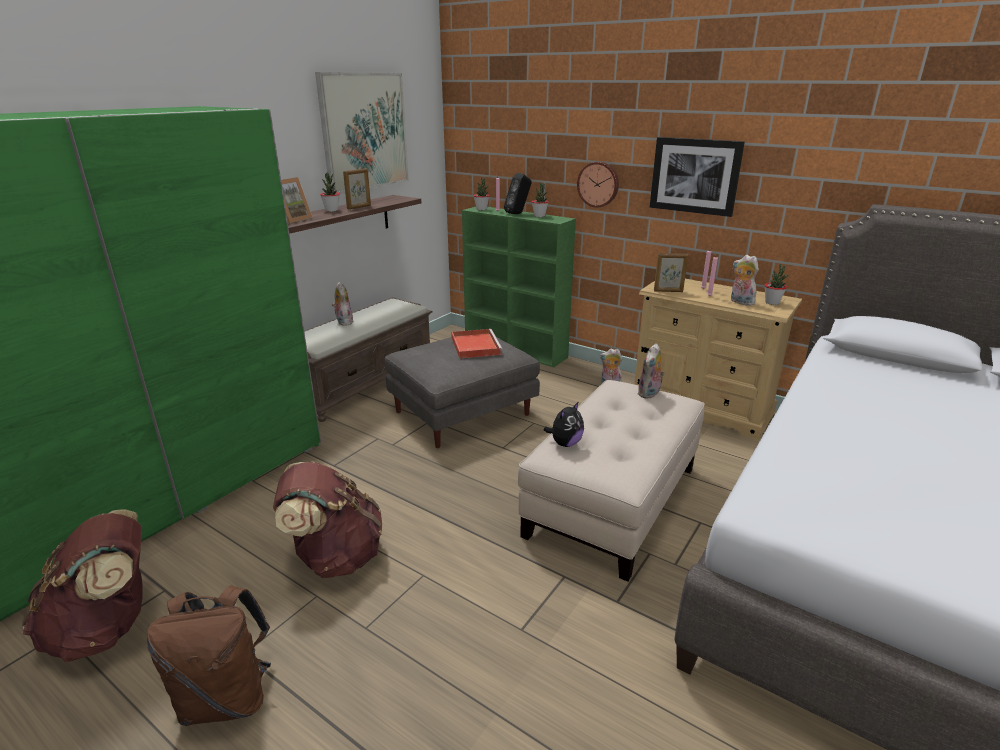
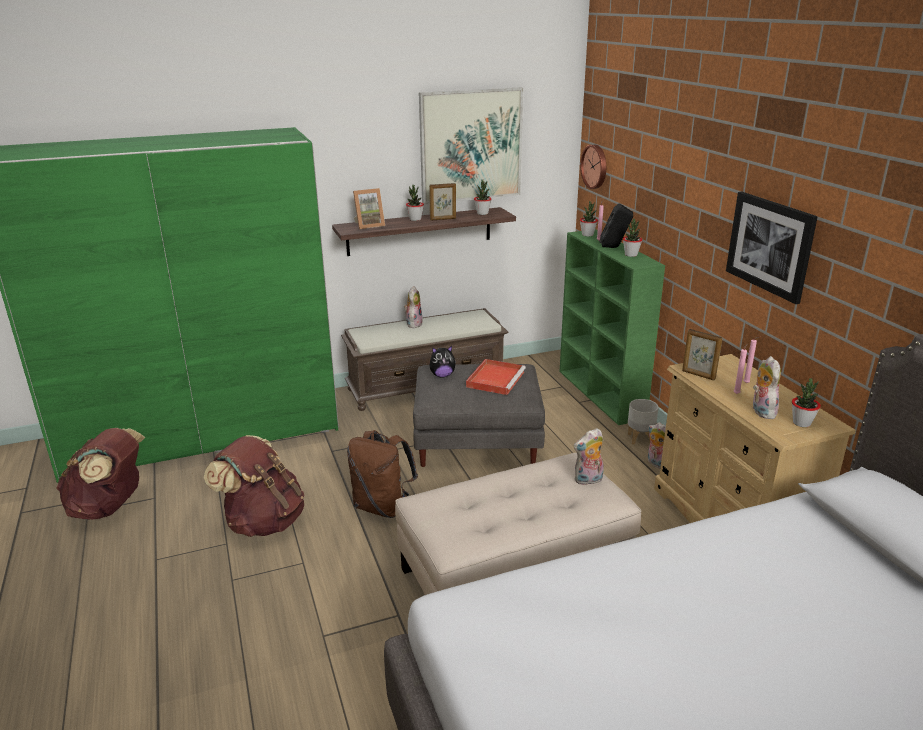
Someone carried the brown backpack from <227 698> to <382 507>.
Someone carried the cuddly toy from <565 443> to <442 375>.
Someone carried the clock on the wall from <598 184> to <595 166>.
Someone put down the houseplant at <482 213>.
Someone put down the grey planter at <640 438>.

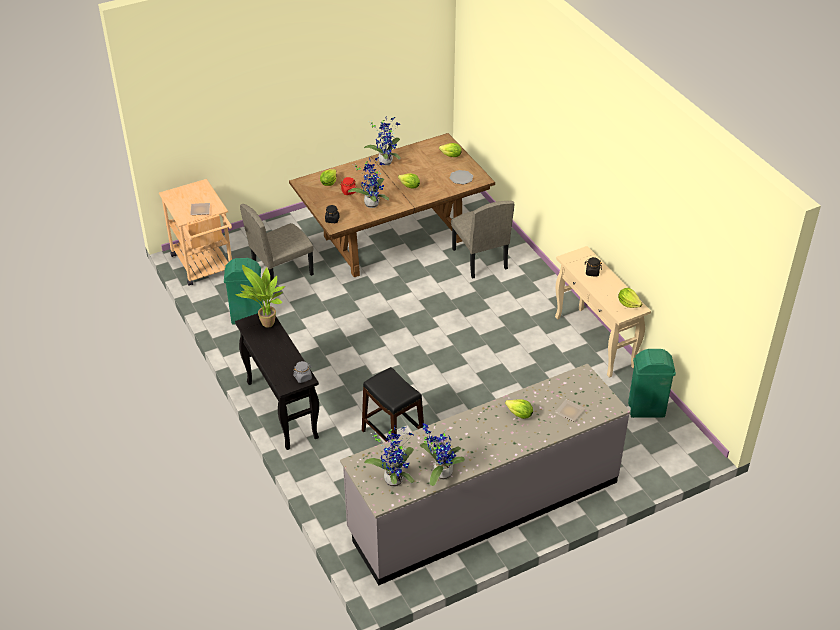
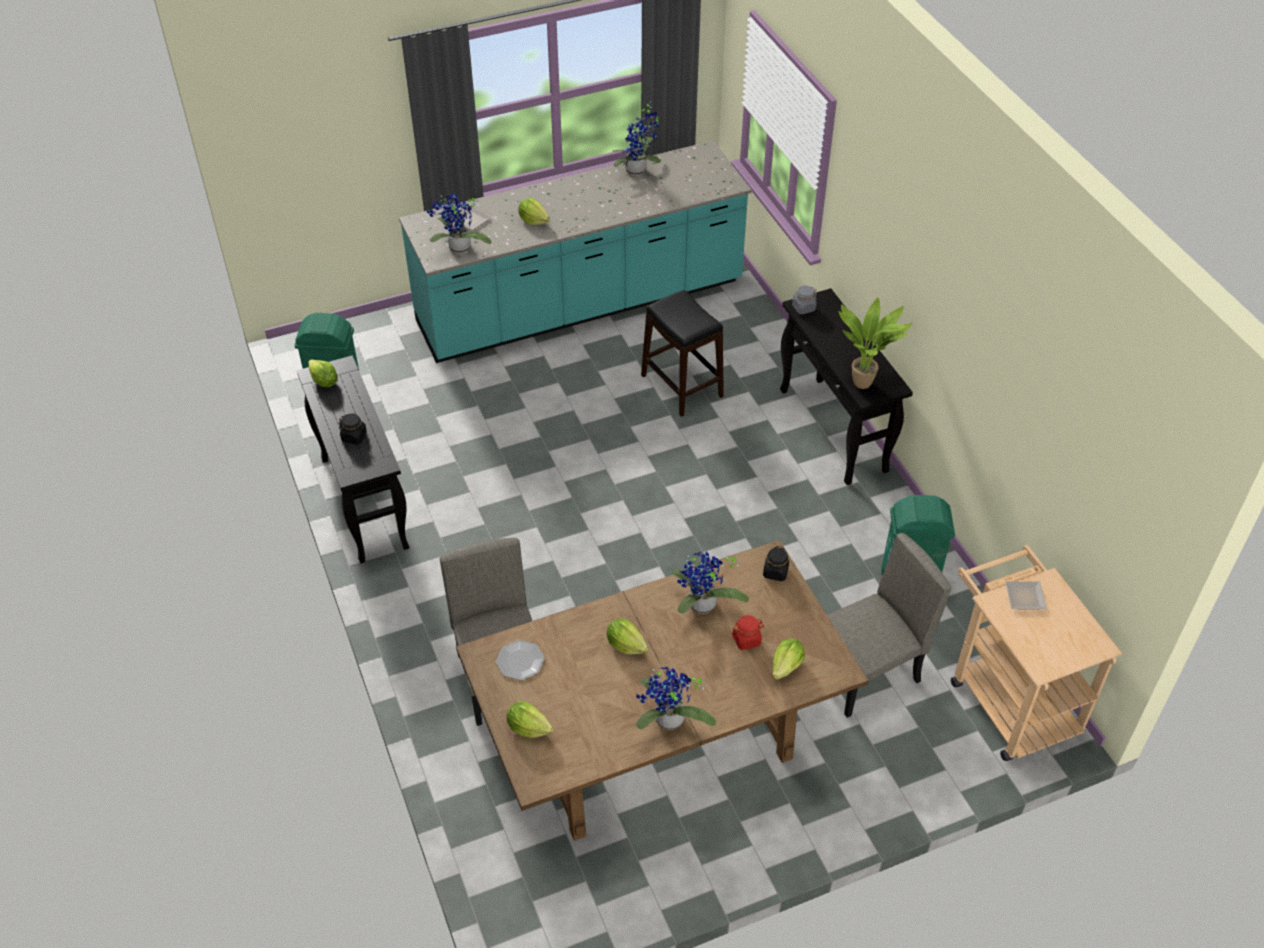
Someone repainted the grey kitchen counter at <484 506>, which became the blue-green kitchen counter at <580 305>.
Someone carried the houseplant from <394 478> to <458 250>.
Someone repainted the beige-coloured console table at <595 342>, which became the blackish console table at <363 502>.

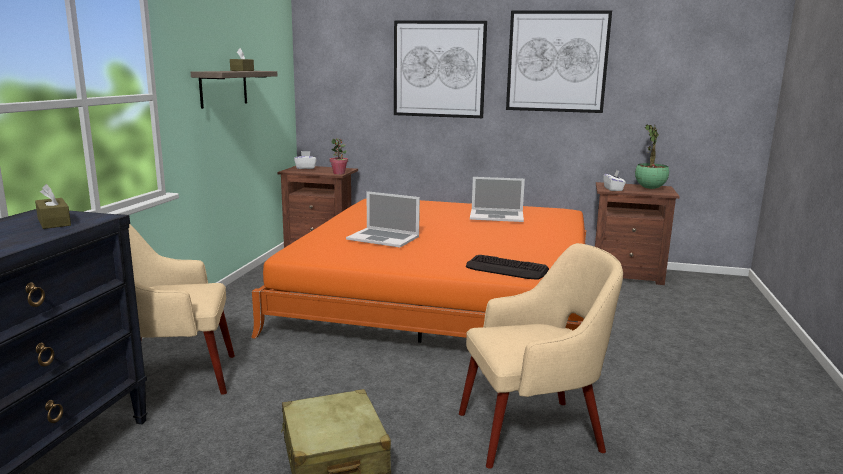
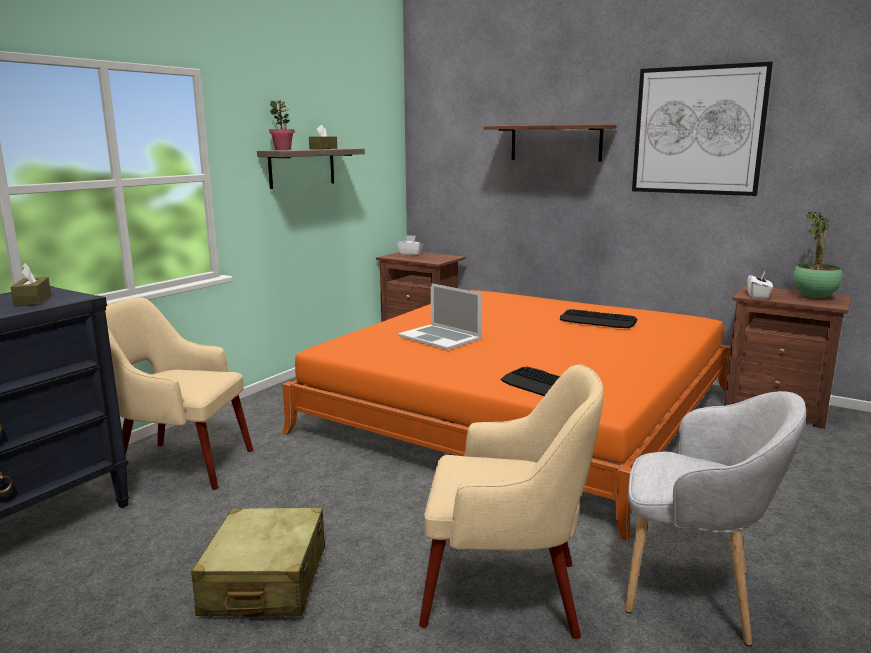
Someone carried the houseplant from <339 173> to <283 150>.
Someone swapped the picture at <439 69> for the brown bracket shelf at <555 143>.
Someone swapped the laptop at <496 216> for the computer keyboard at <597 320>.
Someone put down the grey lounge chair at <695 595>.

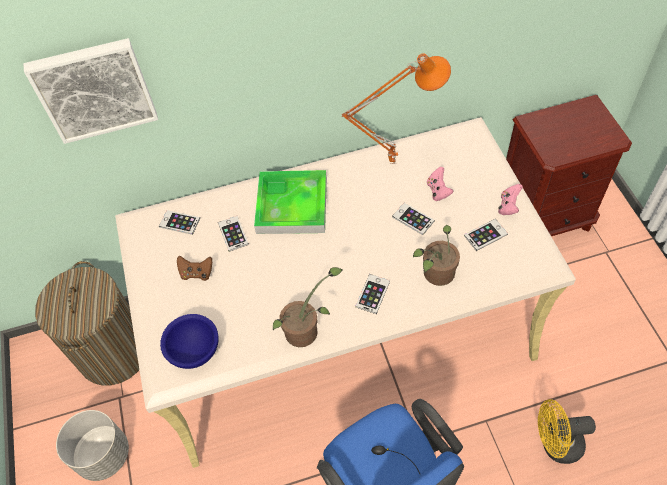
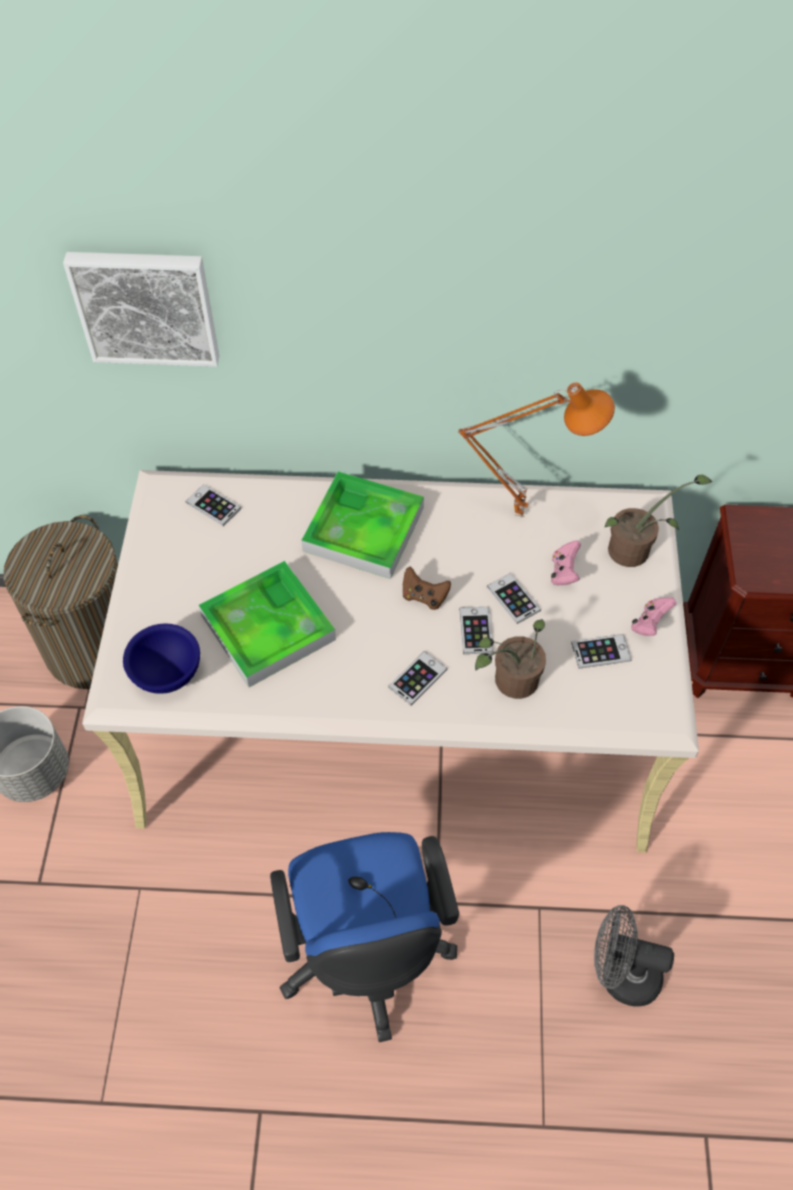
Someone carried the brown gamepad from <197 273> to <424 597>.
Someone carried the phone from <233 234> to <476 631>.
Someone carried the houseplant from <306 331> to <635 551>.
Someone repainted the yellow-coloured electric fan at <555 445>, which became the grey electric fan at <620 974>.
Someone put down the carrying tray at <268 627>.

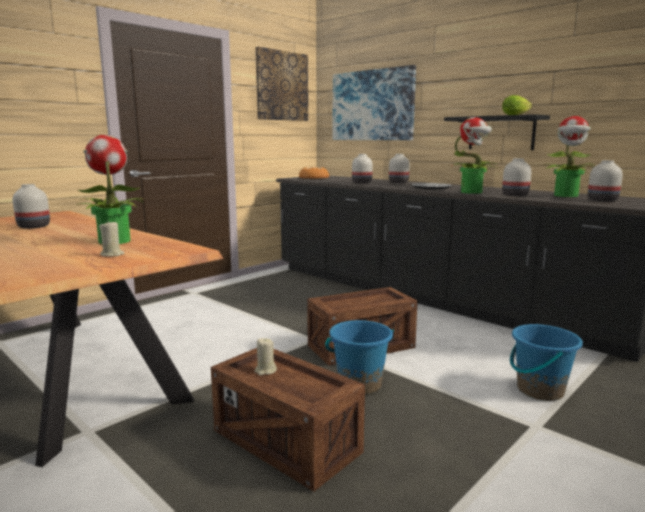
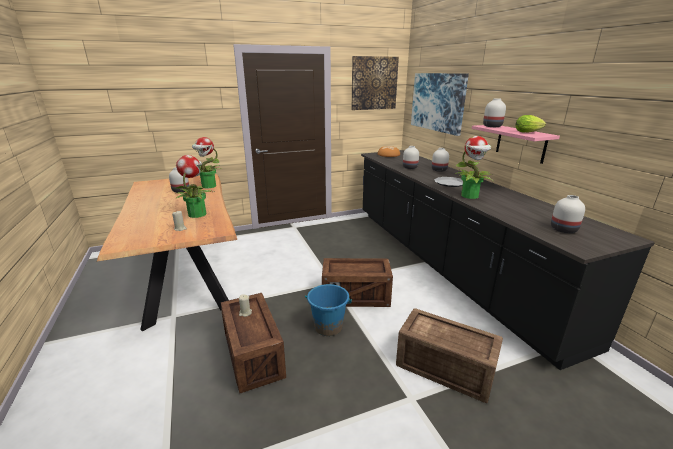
Someone repainted the blackish bracket shelf at <501 133>, which became the pink-coloured bracket shelf at <520 143>.
Someone carried the white vase from <514 195> to <491 126>.
Someone swapped the blue-coloured pail at <539 390> for the packing crate at <445 370>.
Someone carried the houseplant from <566 195> to <208 186>.

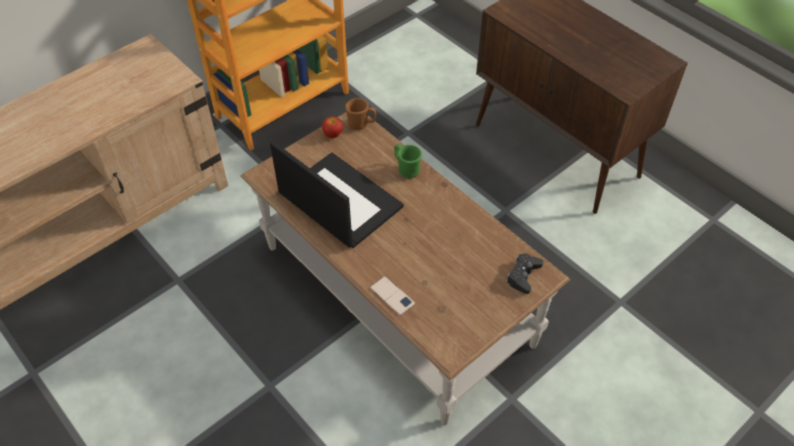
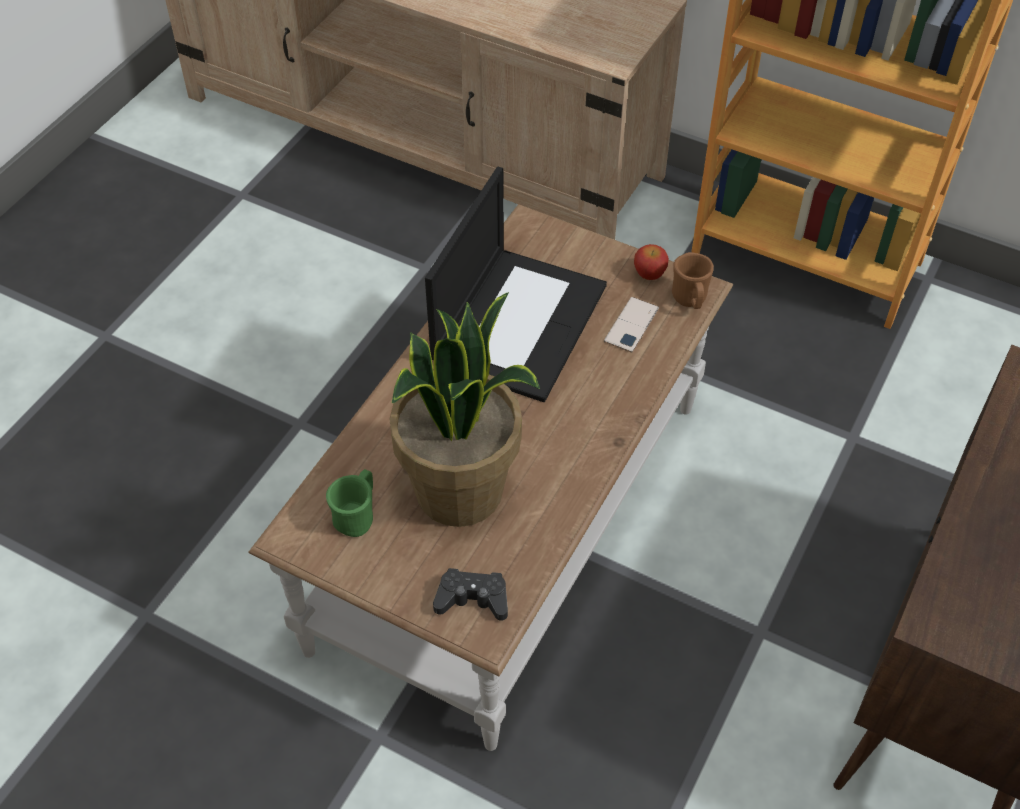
Someone carried the phone from <392 296> to <631 325>.
Someone carried the green-coloured coffee mug from <406 169> to <357 516>.
Someone put down the houseplant at <461 492>.

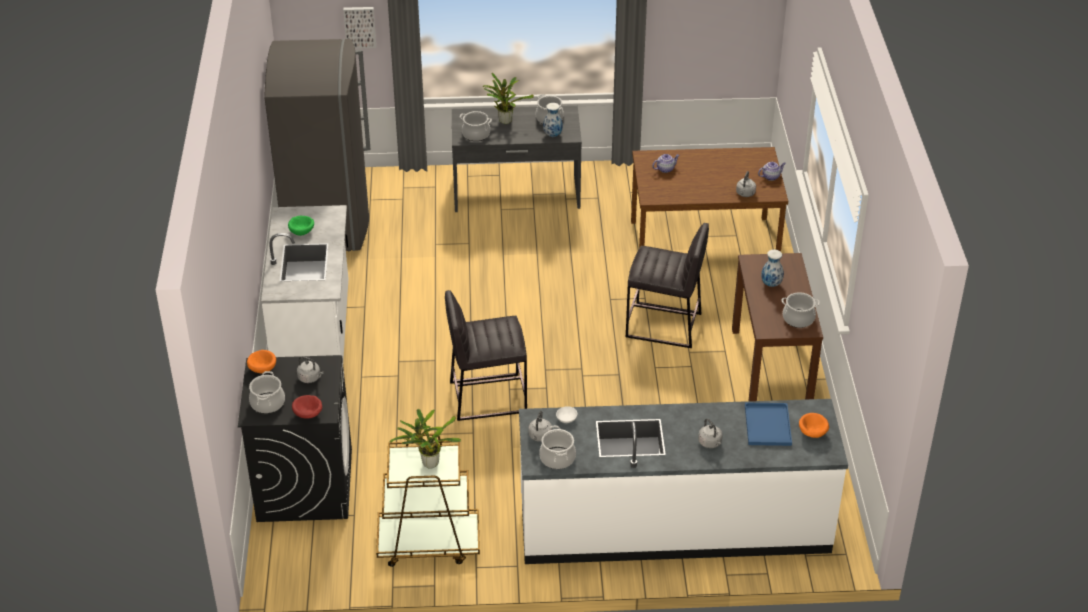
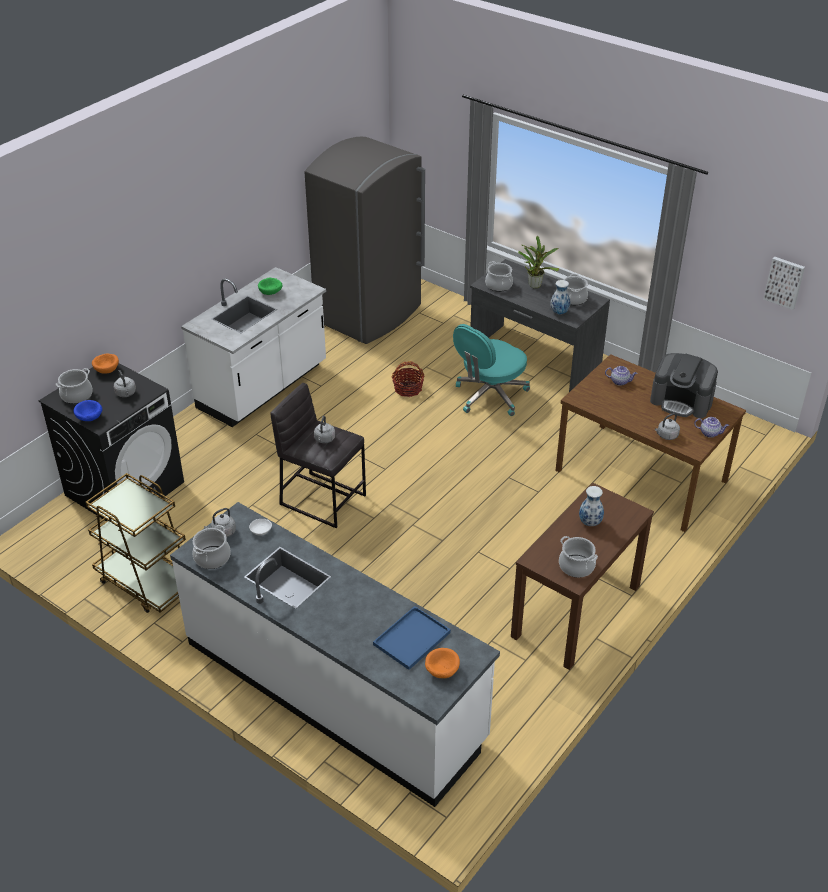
Someone repainted the red-coloured serving bowl at <308 414>, which became the blue-coloured serving bowl at <89 418>.
Someone carried the picture from <360 26> to <784 282>.
Someone took away the houseplant at <428 463>.
Someone took away the grey stool at <664 326>.
Someone carried the grey kettle from <710 443> to <324 439>.
Someone put down the household basket at <408 389>.
Someone put down the blue-green computer chair at <490 396>.
Someone put down the coffee machine at <681 401>.

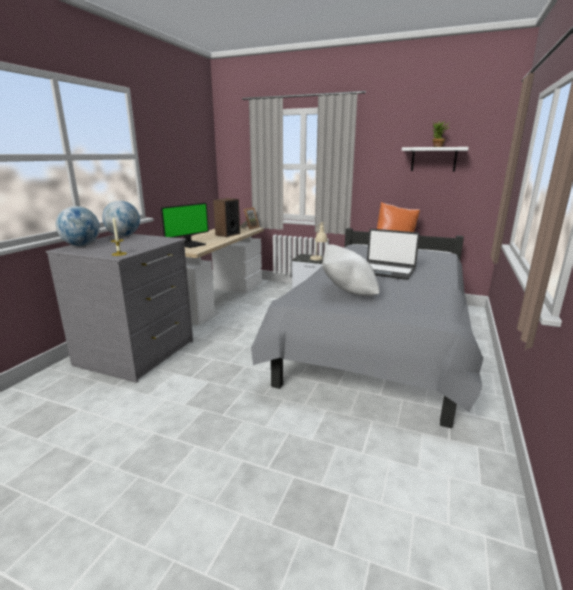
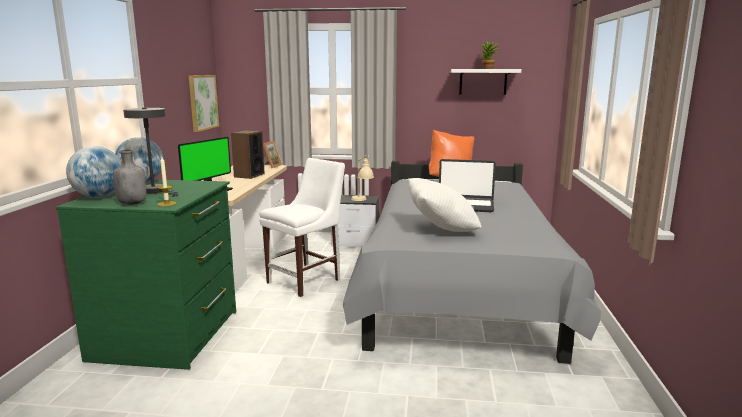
Someone repainted the grey drawer chest at <137 353>, which became the green-coloured drawer chest at <168 335>.
Someone put down the grey bottle at <132 203>.
Someone put down the grey tabletop lamp at <156 191>.
Someone put up the picture at <202 102>.
Someone put down the white plain chair at <307 280>.

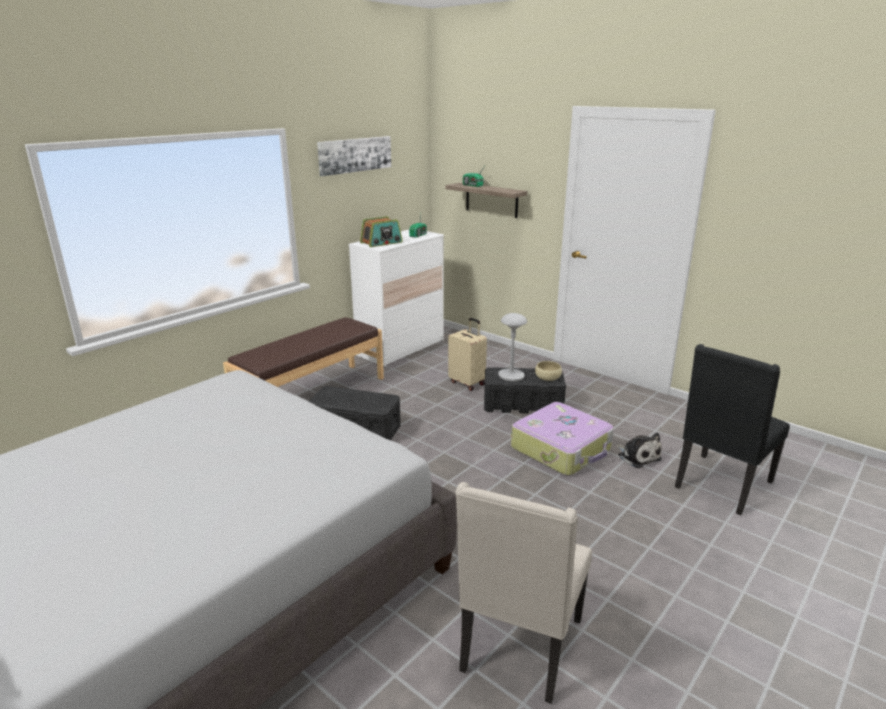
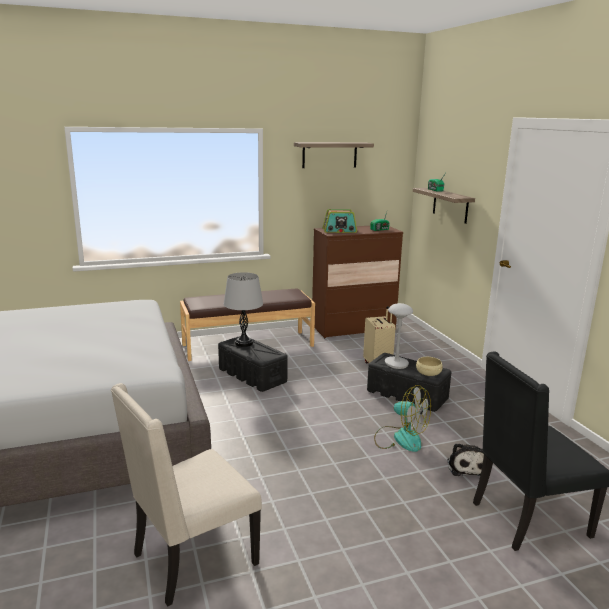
Someone swapped the picture at <354 155> for the bracket shelf at <329 155>.
Someone repainted the white drawer chest at <400 348>, which became the brown drawer chest at <353 328>.
Someone swapped the travel case at <562 449> for the electric fan at <400 438>.
Someone put down the grey tabletop lamp at <244 343>.

